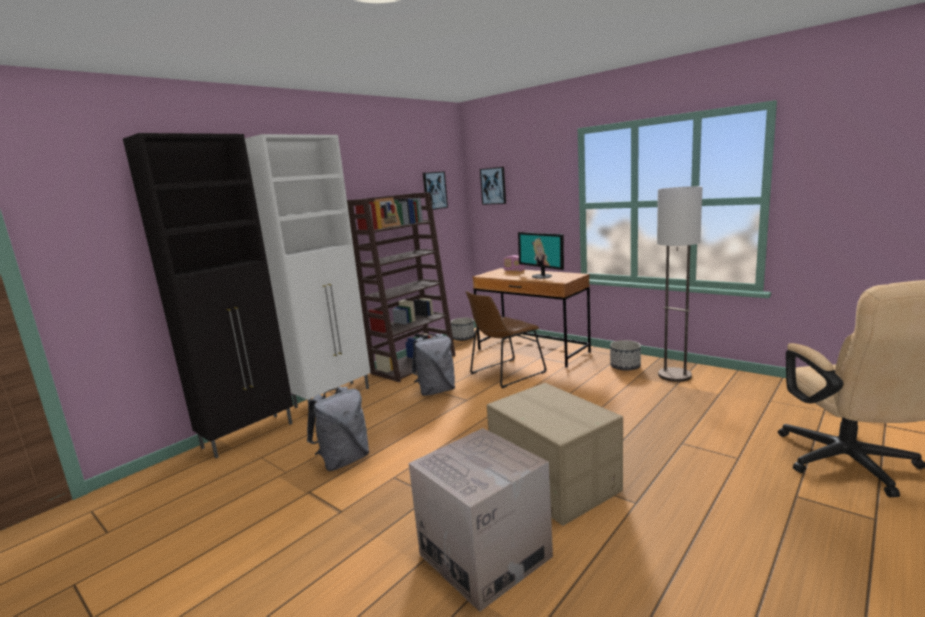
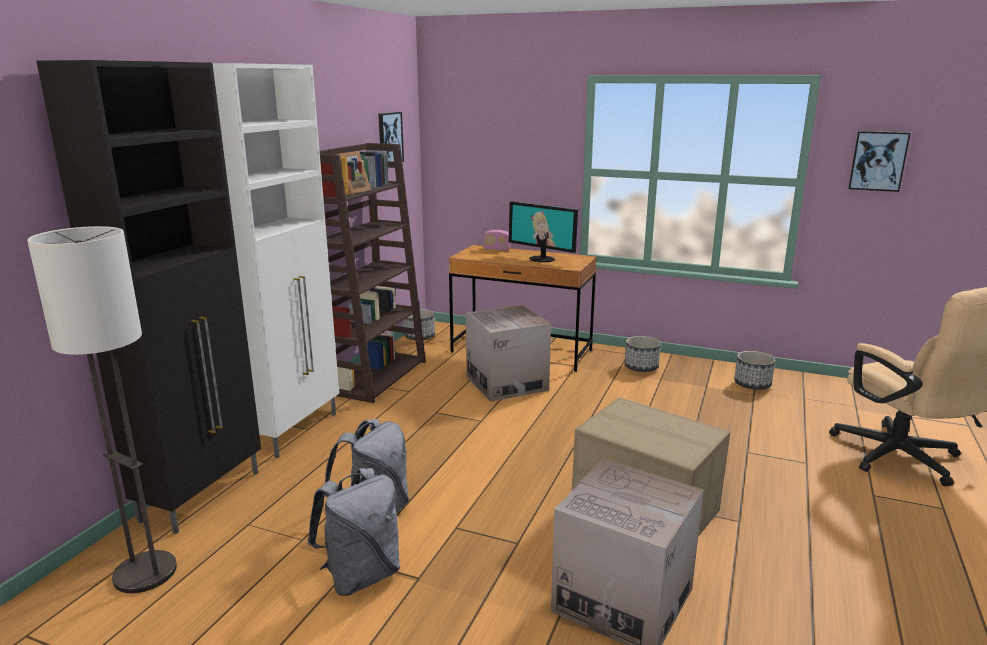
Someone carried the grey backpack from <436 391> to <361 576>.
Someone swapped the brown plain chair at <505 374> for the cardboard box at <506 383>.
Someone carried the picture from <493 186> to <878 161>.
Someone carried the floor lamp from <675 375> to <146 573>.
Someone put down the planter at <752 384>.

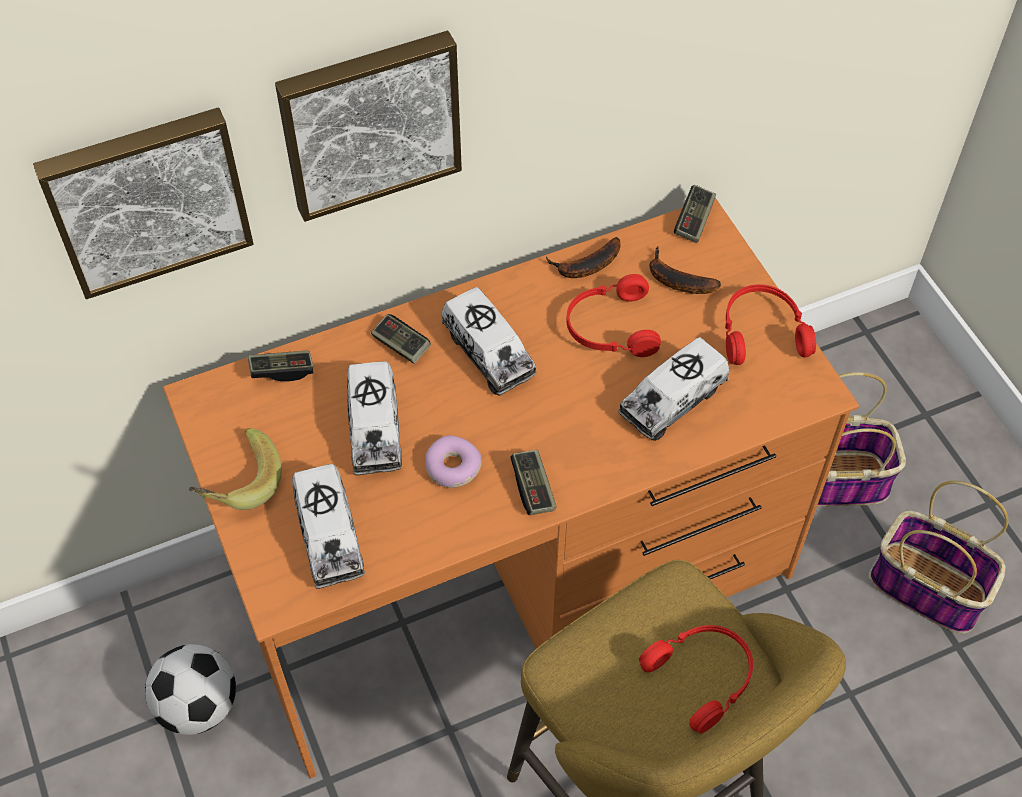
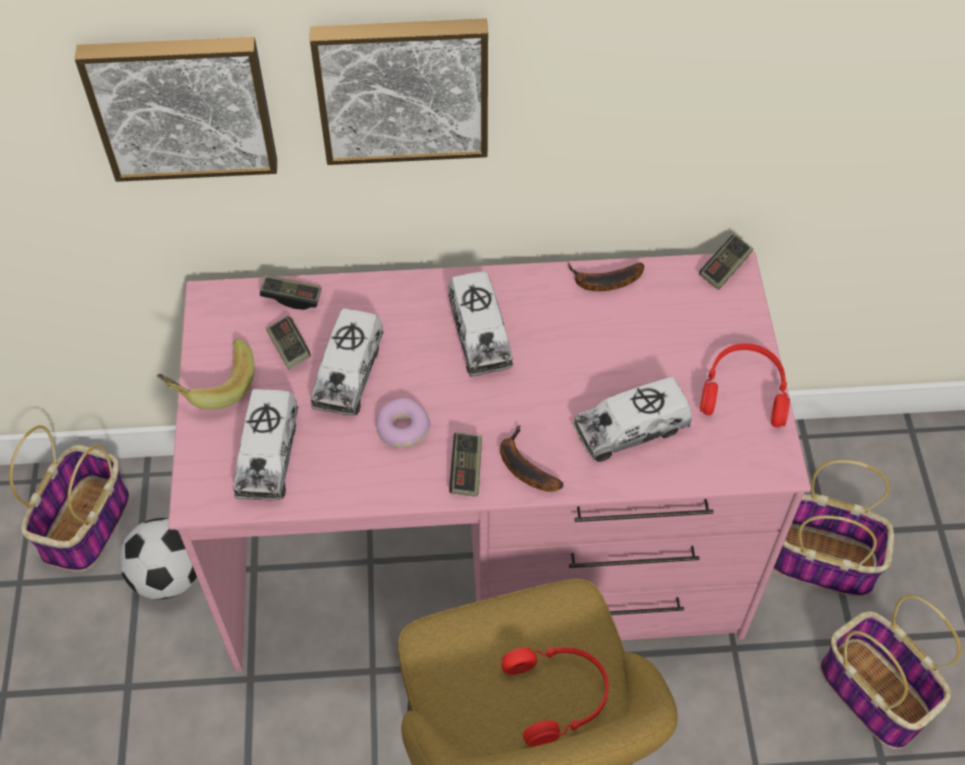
Someone repainted the orange-coloured desk unit at <512 572>, which became the pink-coloured desk unit at <484 549>.
Someone carried the gamepad from <401 345> to <289 349>.
Someone took away the red-coloured pair of headphones at <609 327>.
Someone carried the banana from <675 280> to <523 466>.
Someone put down the household basket at <86 526>.

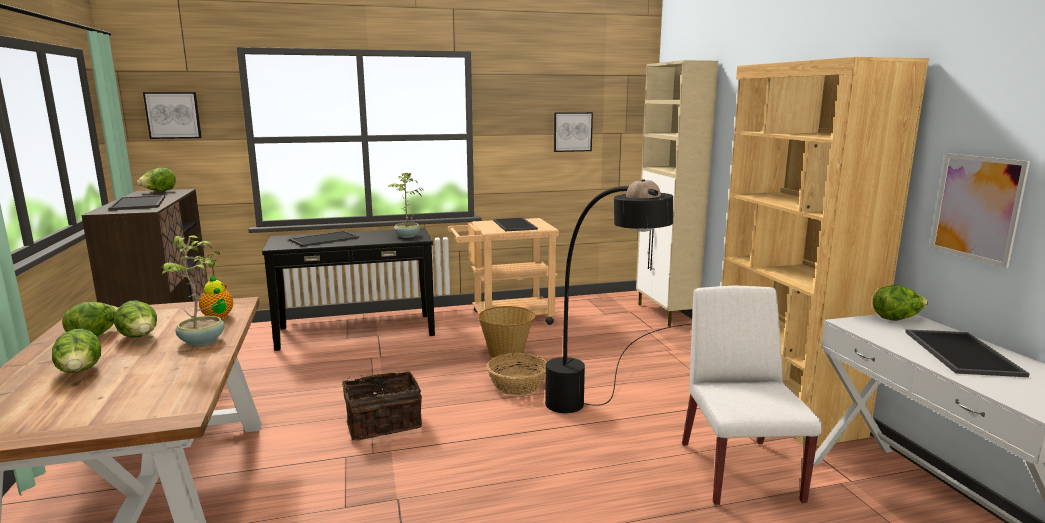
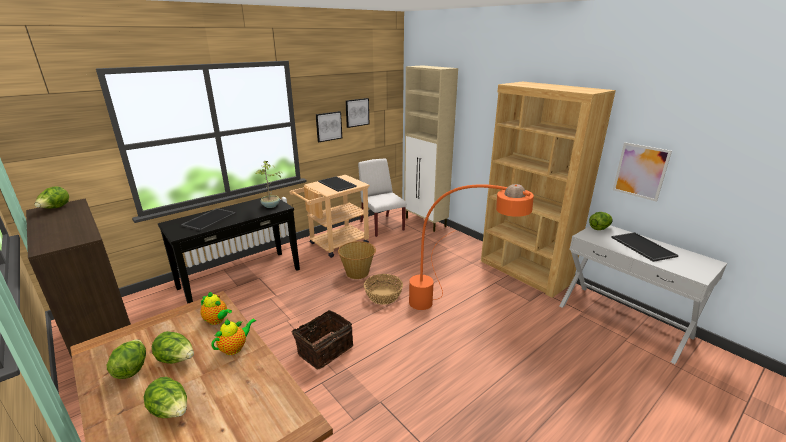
Someone took away the carrying tray at <140 203>.
Someone carried the picture from <173 115> to <328 126>.
Someone swapped the houseplant at <203 341> for the tea pot at <235 348>.
Someone repainted the blackish floor lamp at <604 423>, which became the orange-coloured floor lamp at <451 310>.
Someone carried the white plain chair from <738 470> to <381 226>.

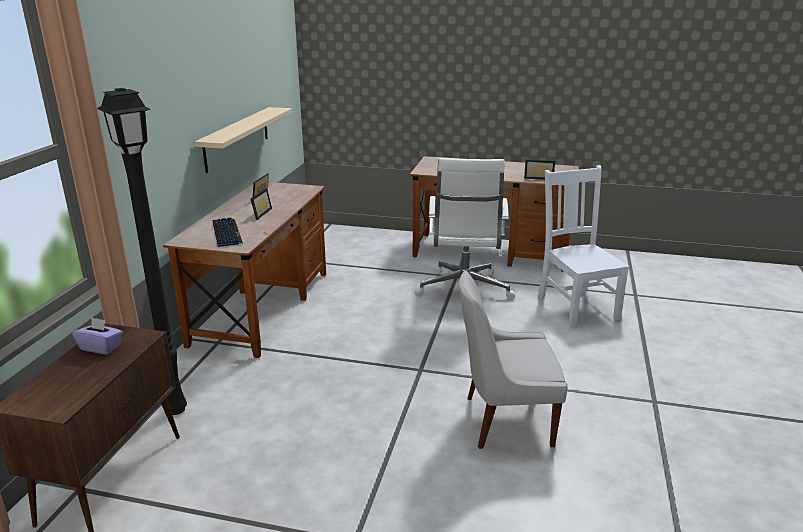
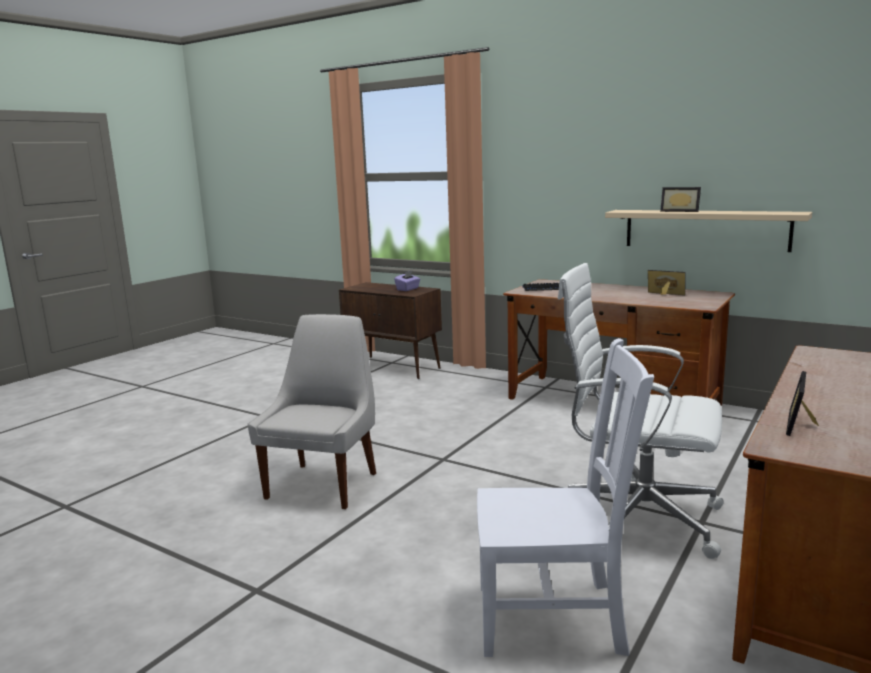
Someone took away the blackish floor lamp at <174 409>.
Someone carried the standing frame from <259 213> to <680 211>.

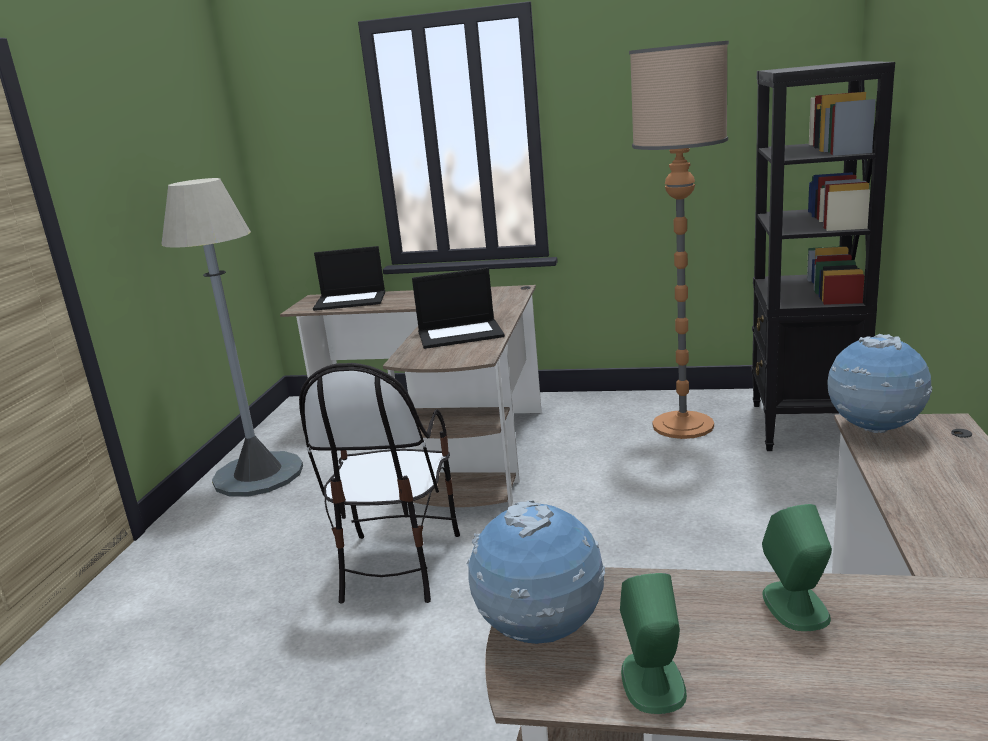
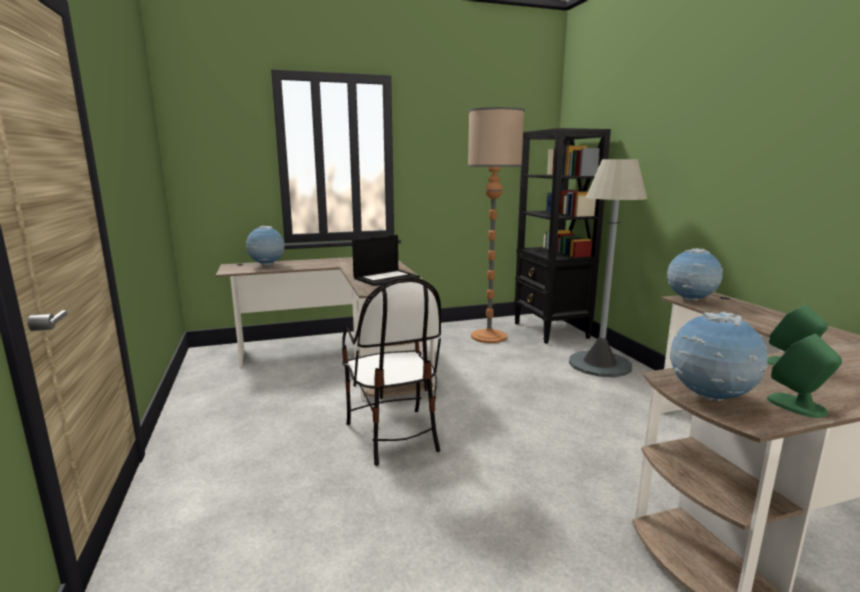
Someone carried the grey floor lamp from <258 474> to <599 364>.
Someone swapped the laptop at <351 300> for the globe at <267 265>.

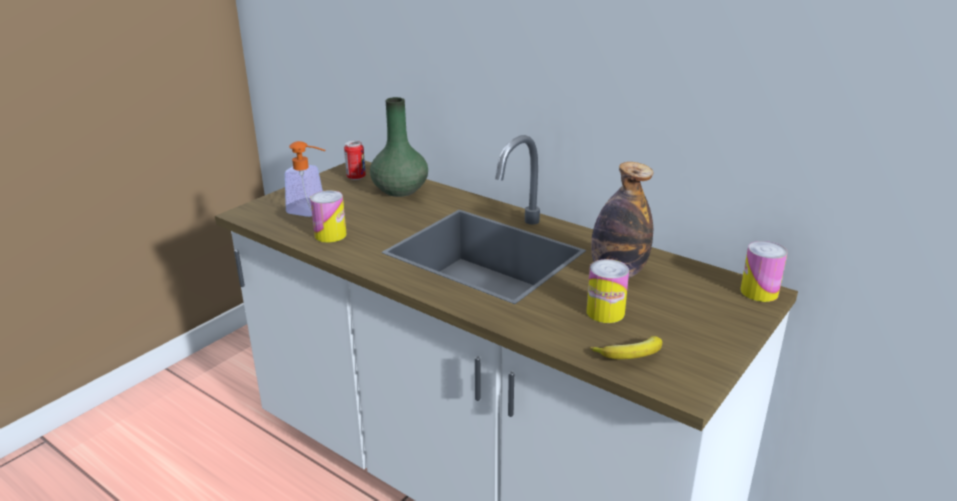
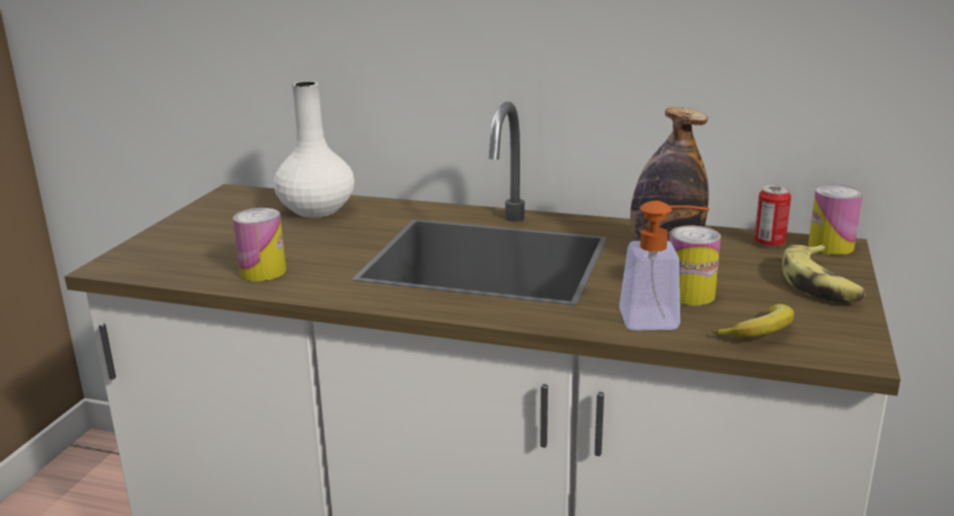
Someone carried the soap bottle from <312 211> to <660 320>.
Someone carried the metal can from <356 177> to <769 243>.
Someone repainted the green-coloured vase at <401 190>, which became the white vase at <318 210>.
Someone put down the banana at <821 284>.

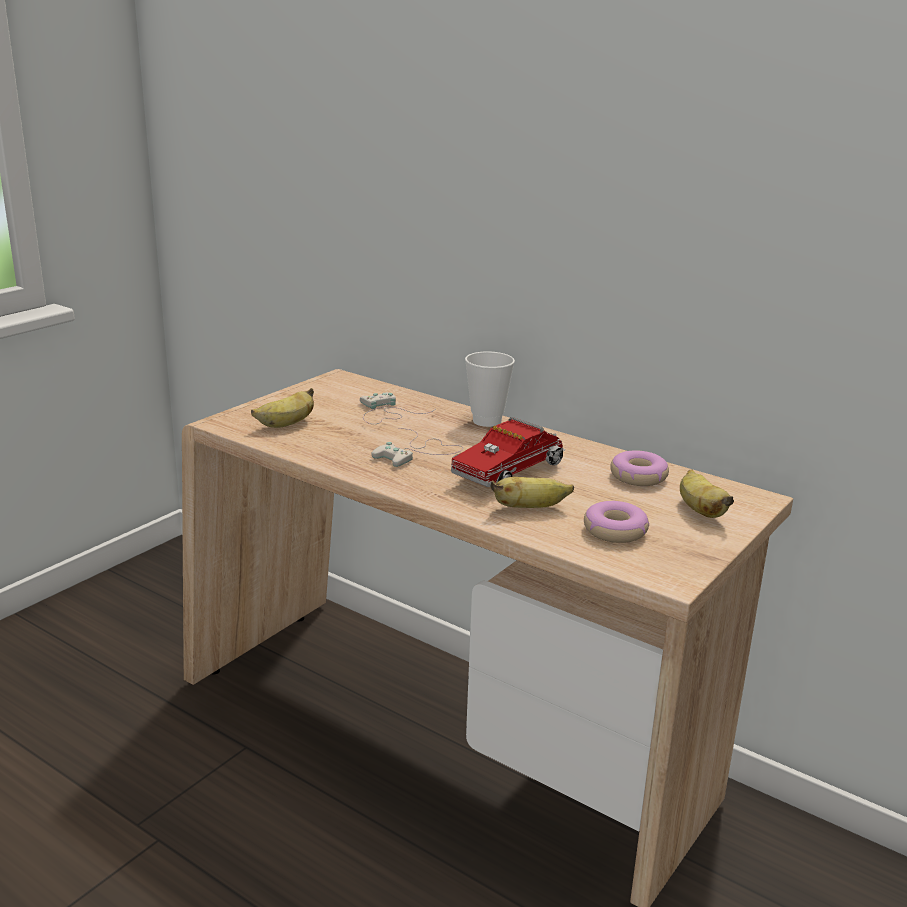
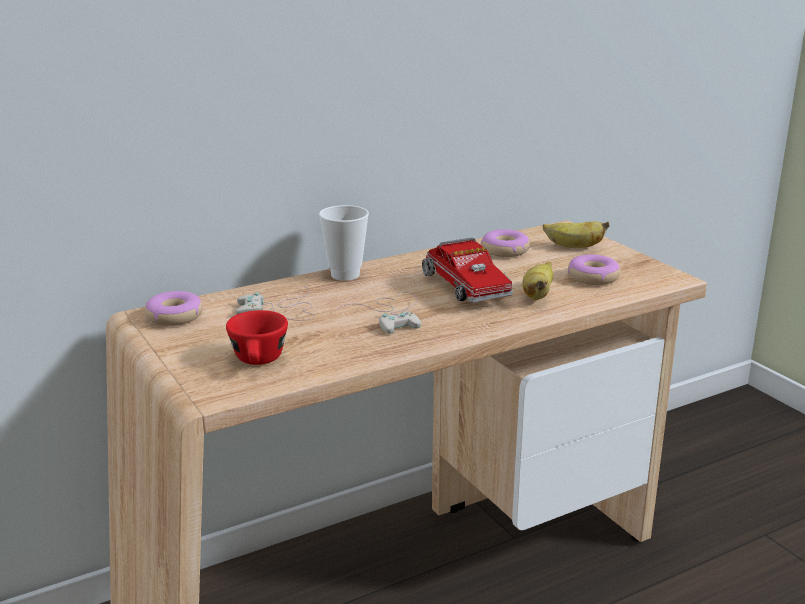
Someone swapped the banana at <286 425> for the red-coloured small cup at <259 362>.
Someone put down the donut at <174 316>.

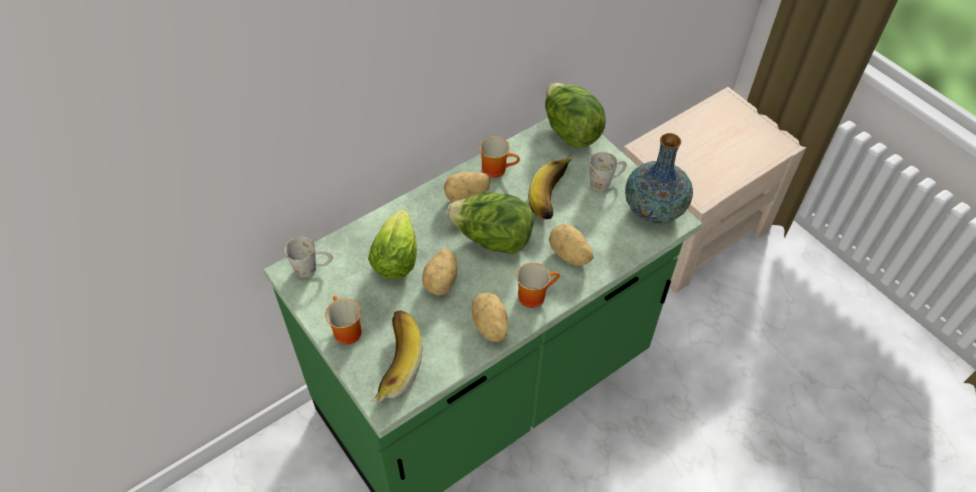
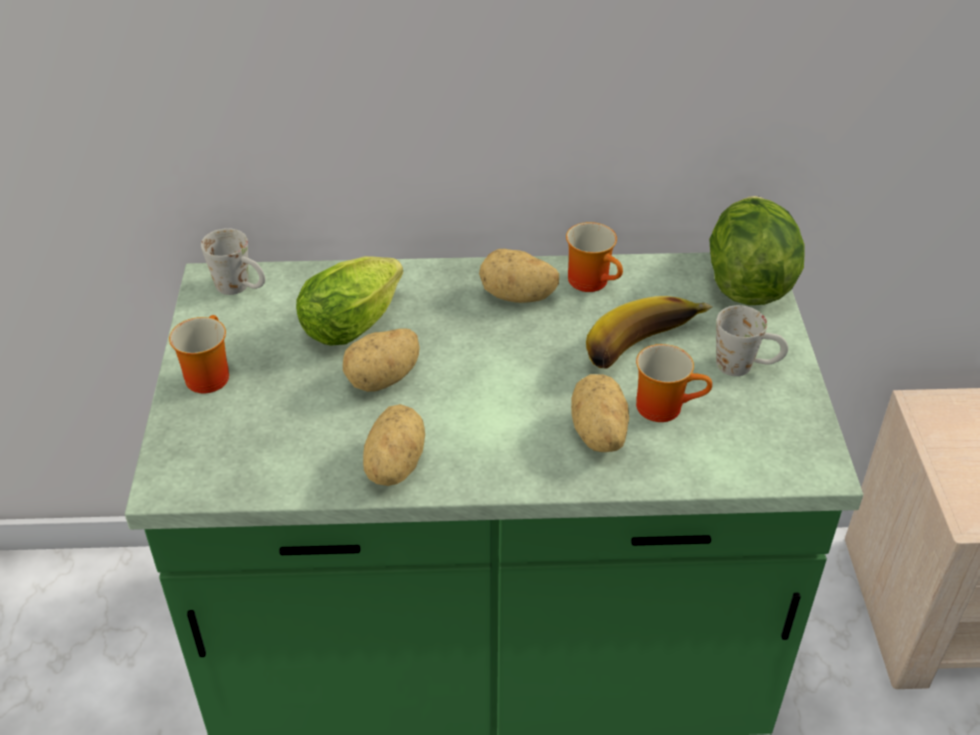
Someone took away the banana at <391 363>.
Someone took away the lettuce at <492 239>.
Someone carried the coffee mug from <533 294> to <664 405>.
Someone took away the vase at <654 209>.

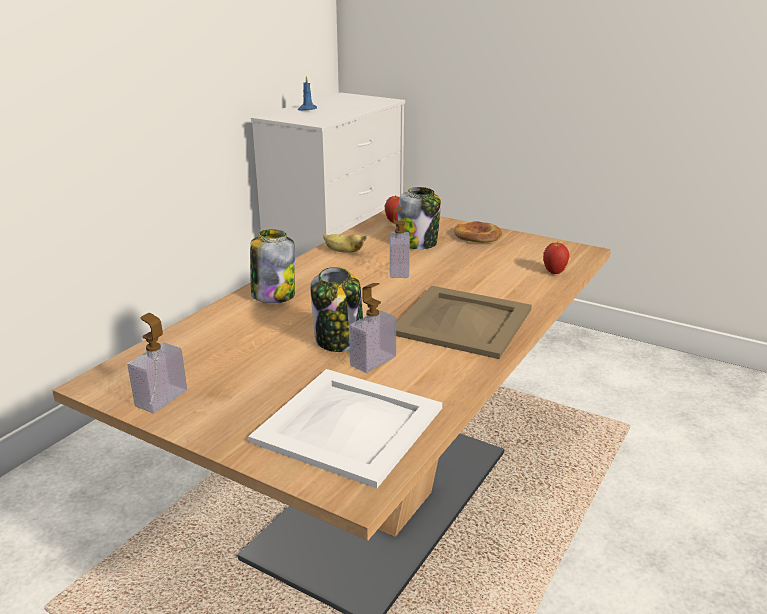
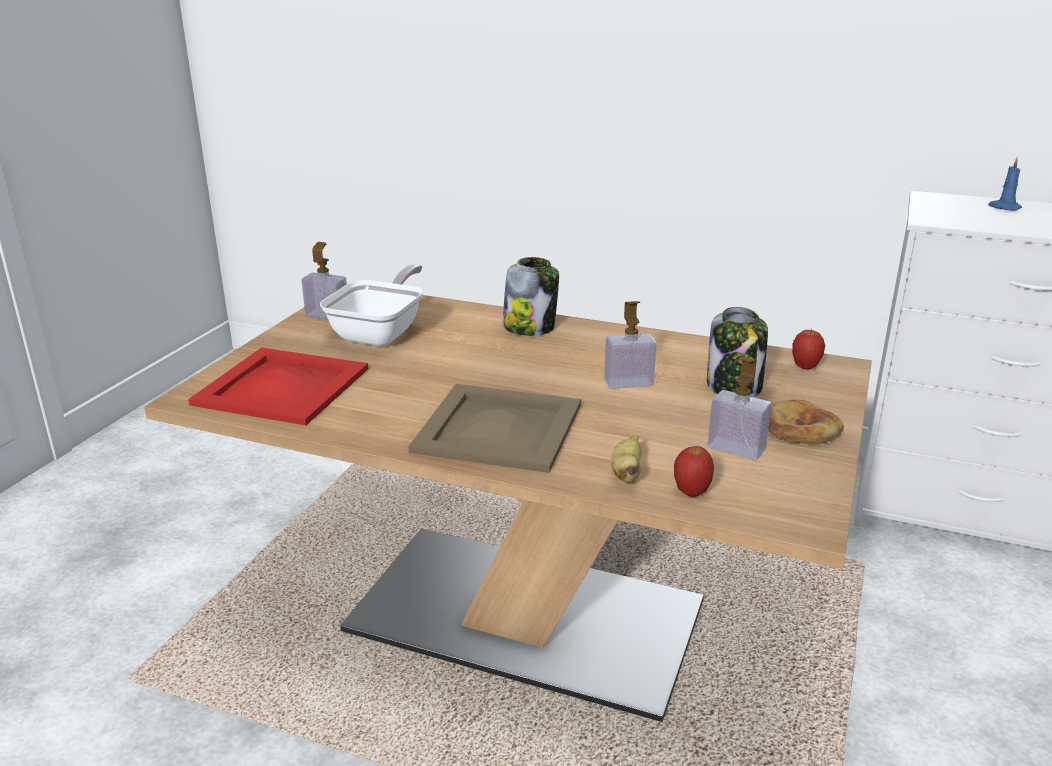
Someone repainted the white carrying tray at <347 425>, which became the red-coloured carrying tray at <281 385>.
Someone took away the jar at <339 339>.
Someone carried the banana from <343 251> to <626 473>.
Someone carried the soap bottle from <373 361> to <736 448>.
Someone put down the pan at <381 333>.

